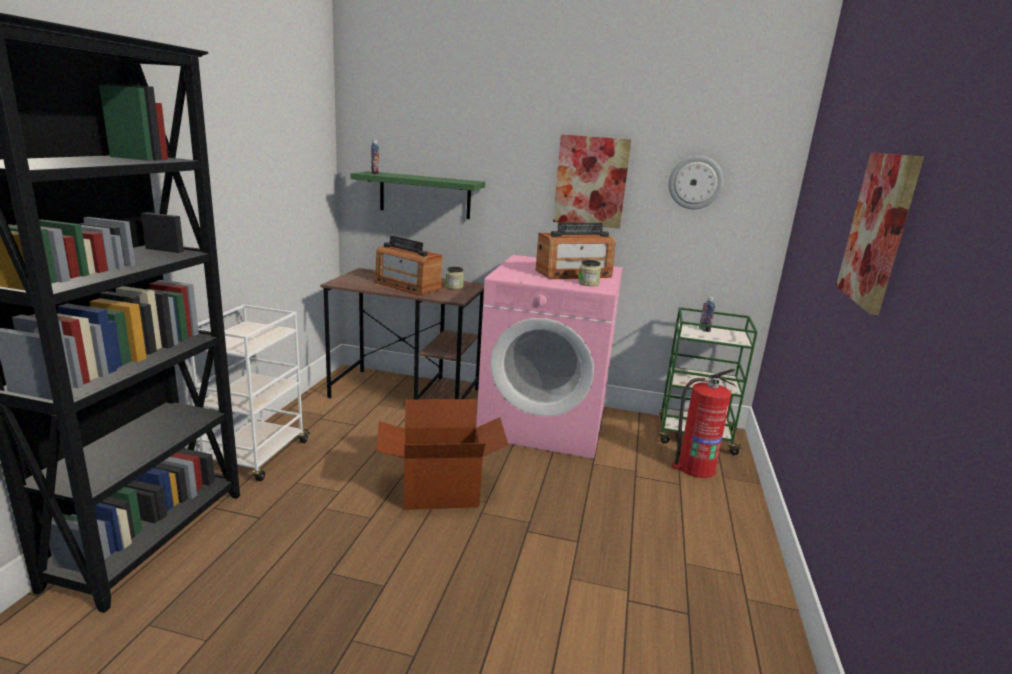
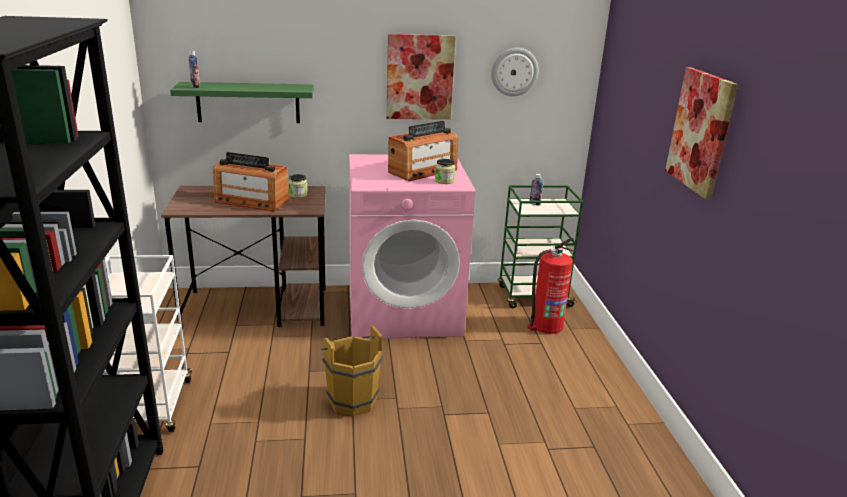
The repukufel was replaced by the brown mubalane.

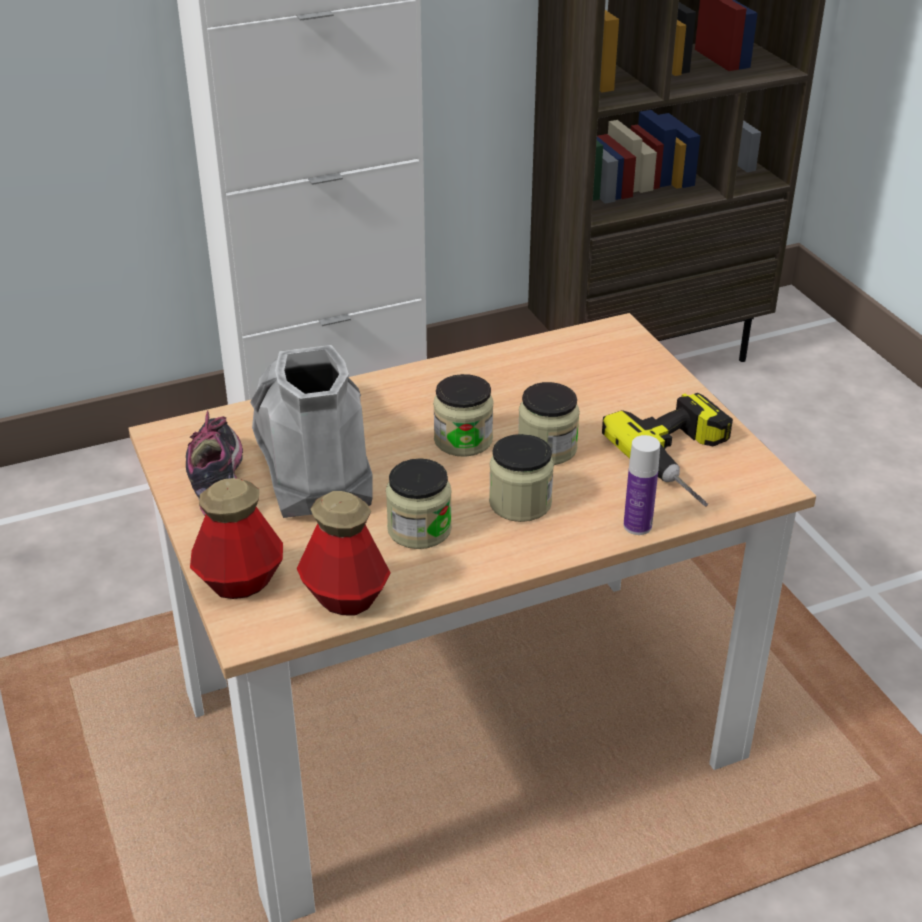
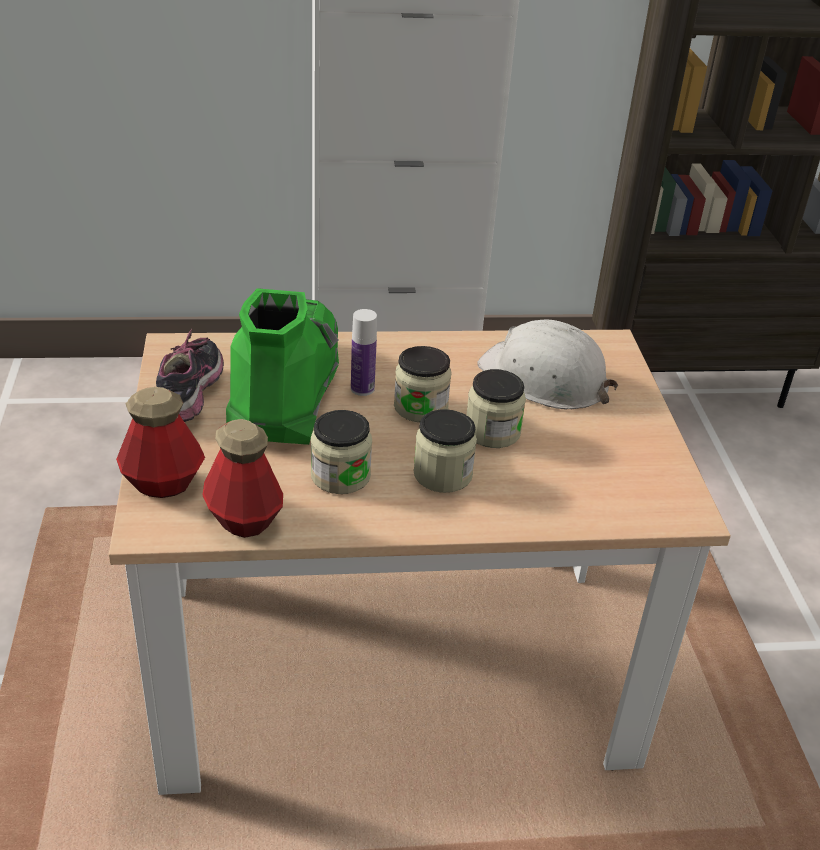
The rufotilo disappeared. The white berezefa appeared. The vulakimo (3rd from left) moved. The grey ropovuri became the green ropovuri.

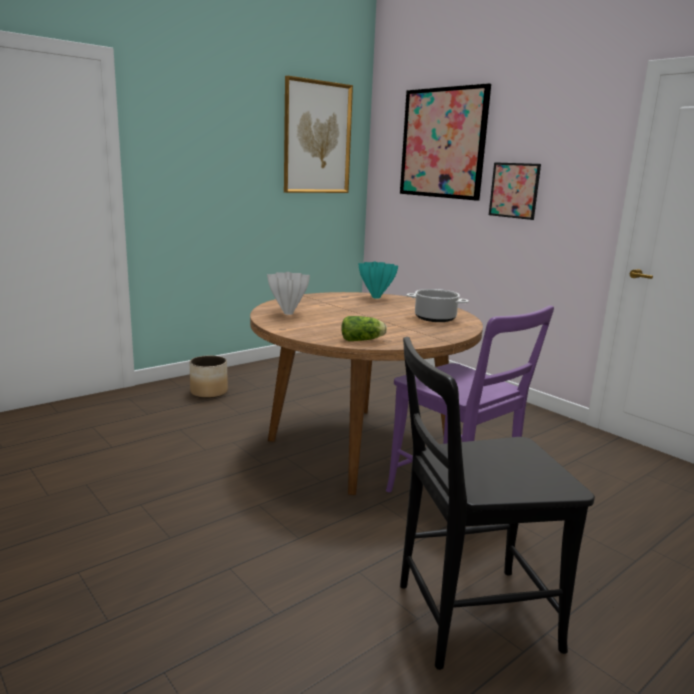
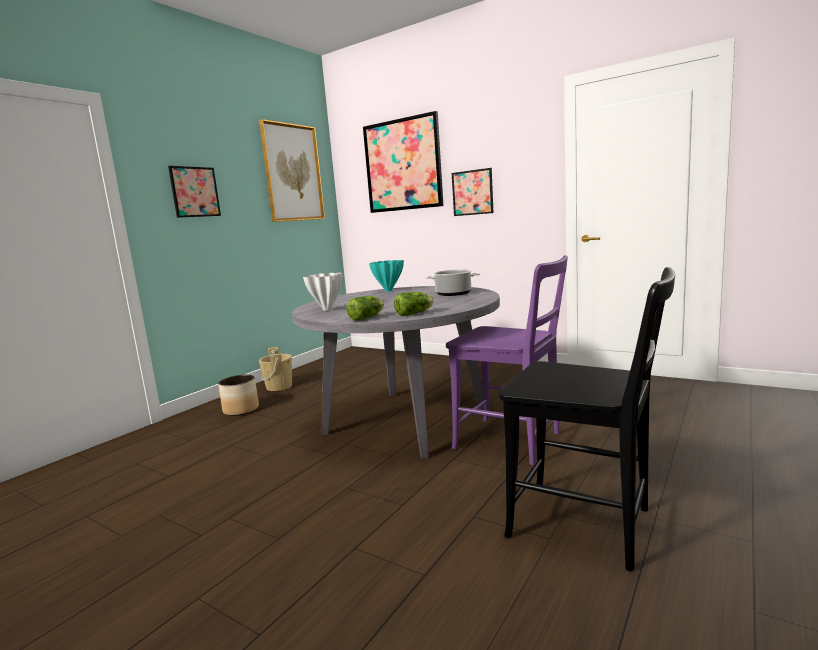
The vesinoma (1st from left) appeared. The beige mubalane appeared. The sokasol (1st from left) appeared. The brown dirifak became the grey dirifak. The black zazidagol turned 120 degrees counterclockwise.

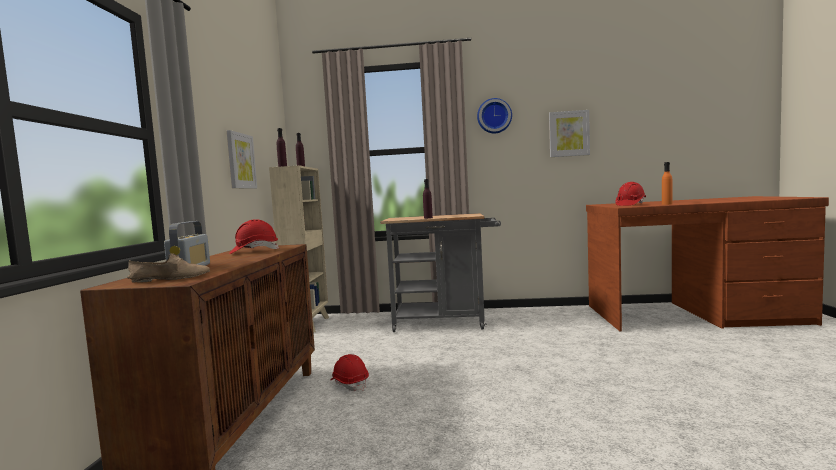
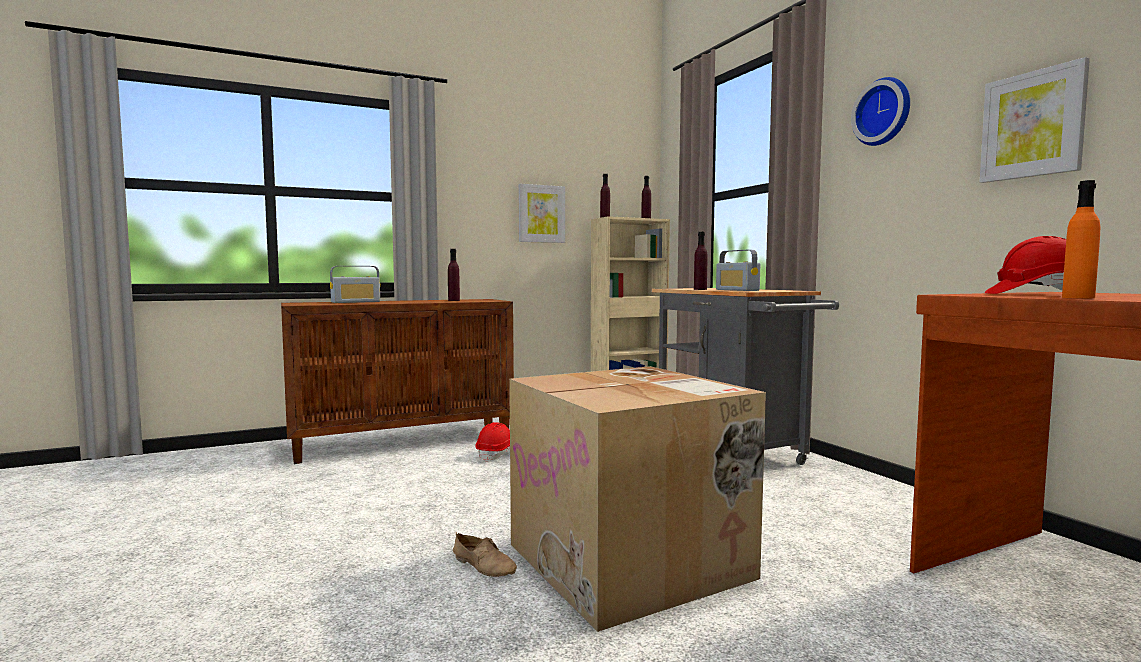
The repukufel appeared. The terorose (2nd from left) appeared. The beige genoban moved. The red berezefa (1st from left) was replaced by the purple vulakimo (1st from left).

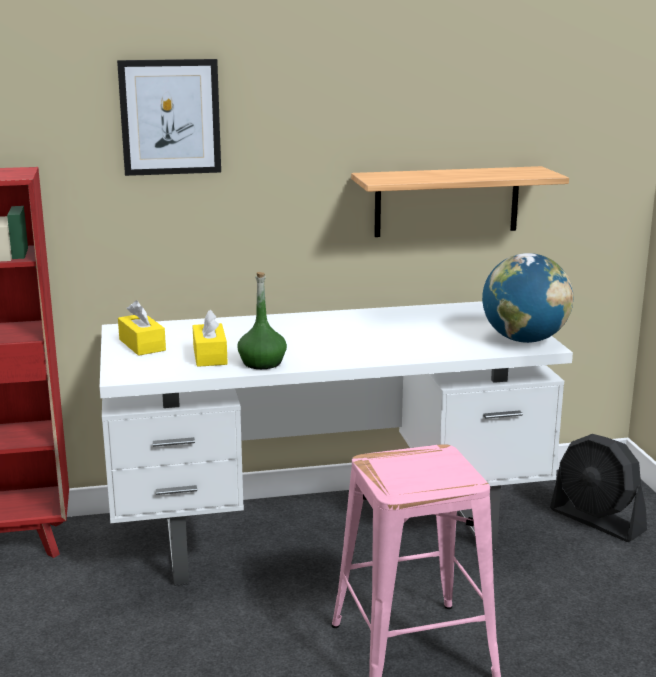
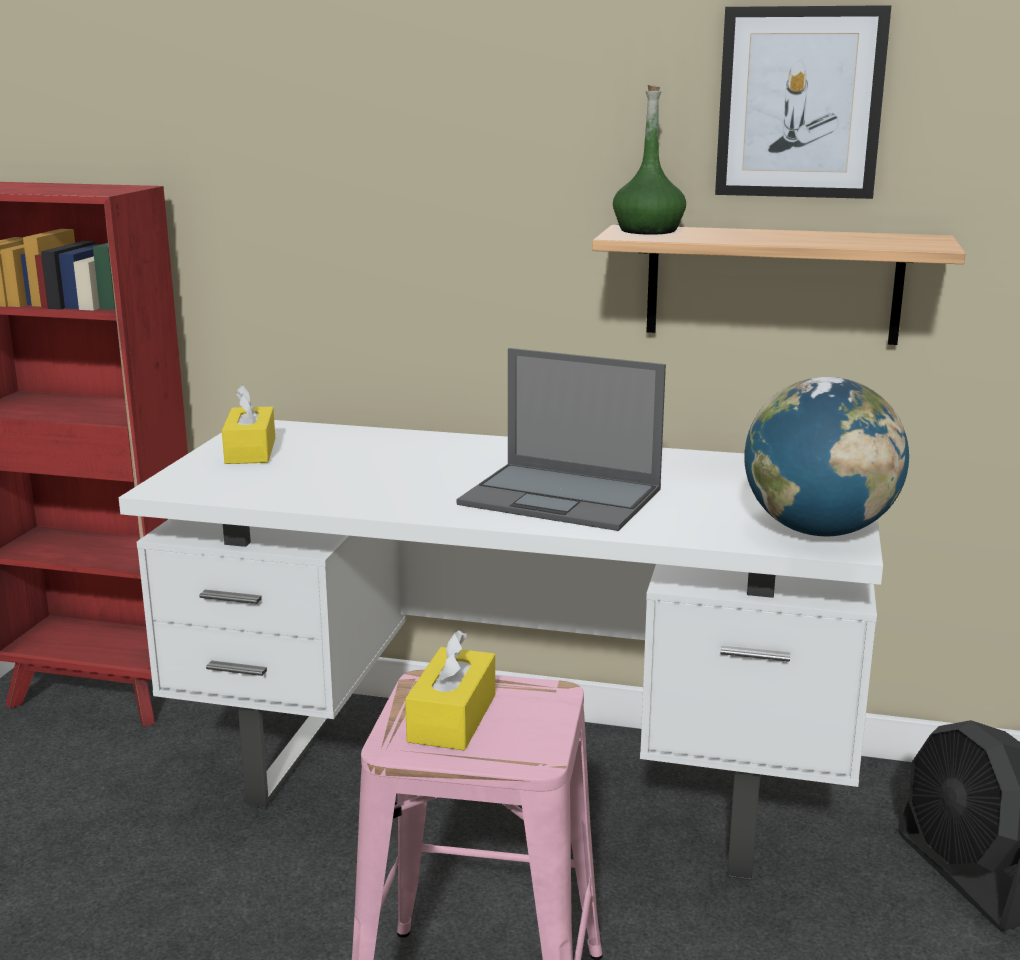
The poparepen appeared. The vesinoma moved. The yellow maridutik (2nd from left) moved. The green vulakimo moved.

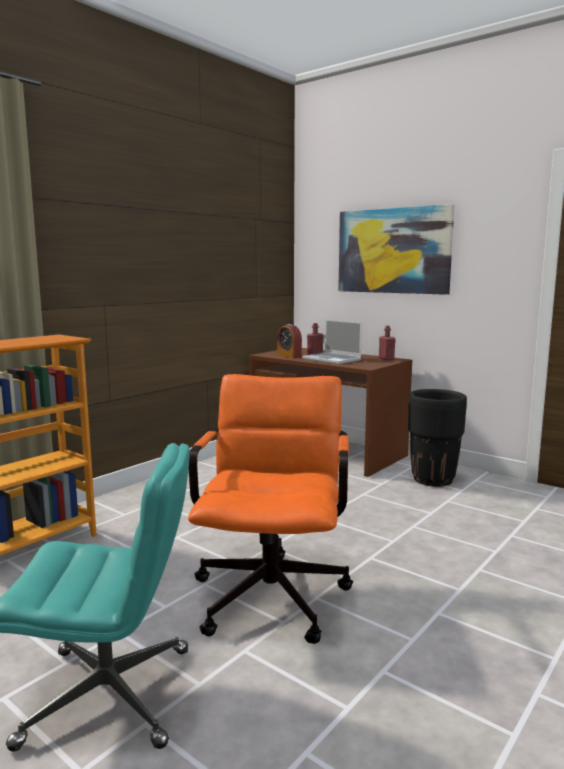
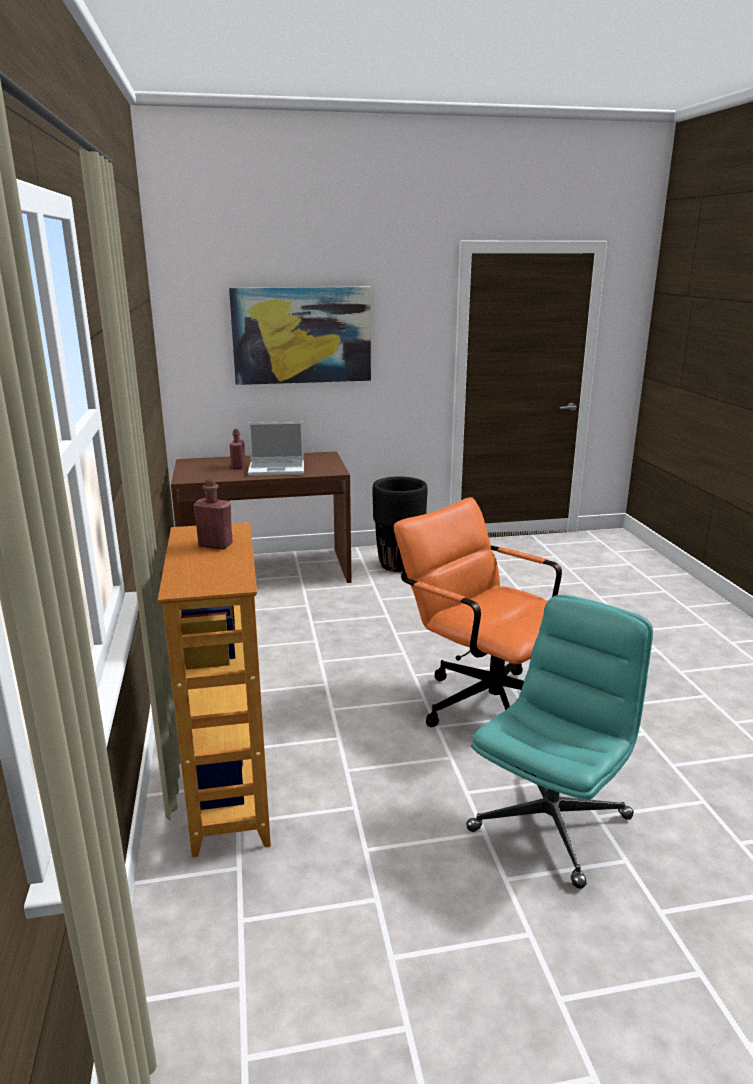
The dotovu disappeared. The red vulakimo (2nd from left in the first image) moved.

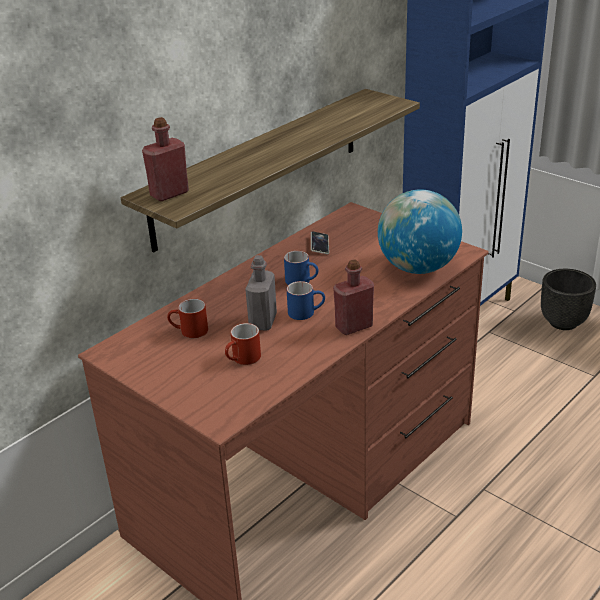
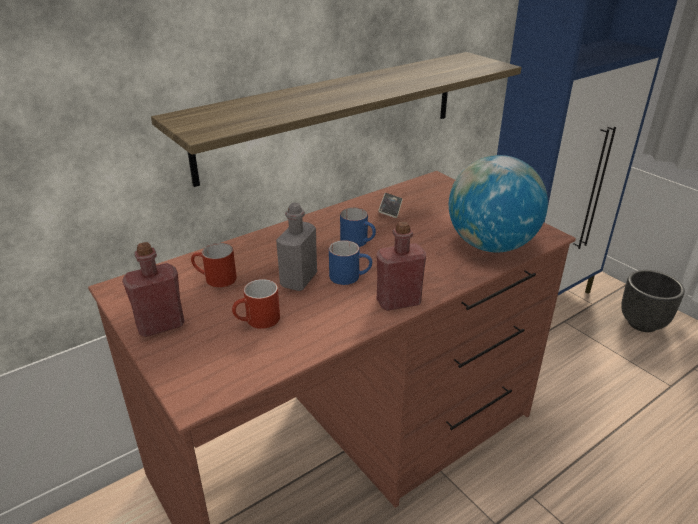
The red vulakimo (1st from left) moved.

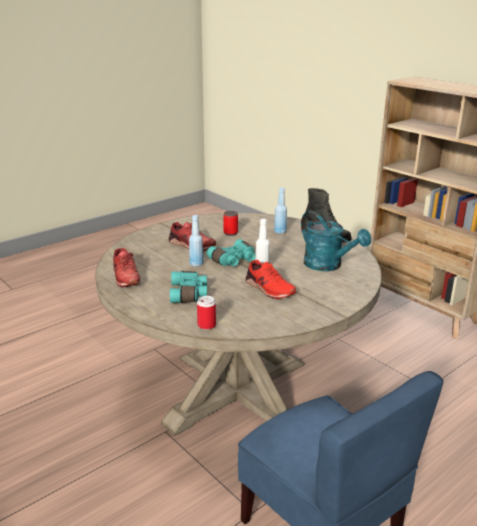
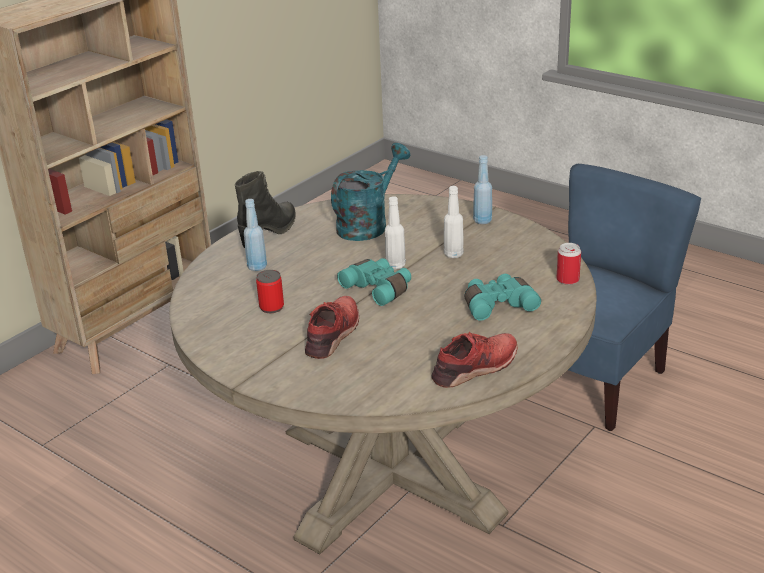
The blue vulakimo (1st from left in the first image) moved. The red genoban (3rd from left) was replaced by the white vulakimo (2nd from left).

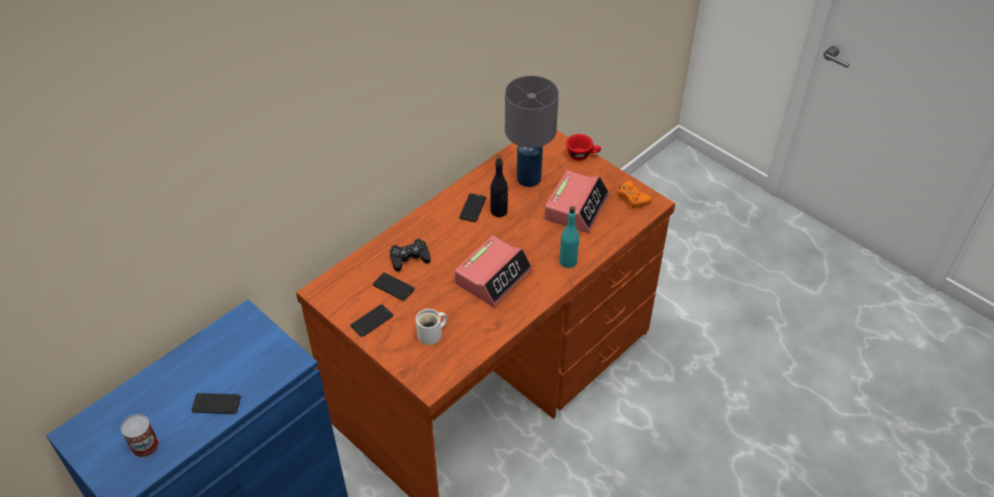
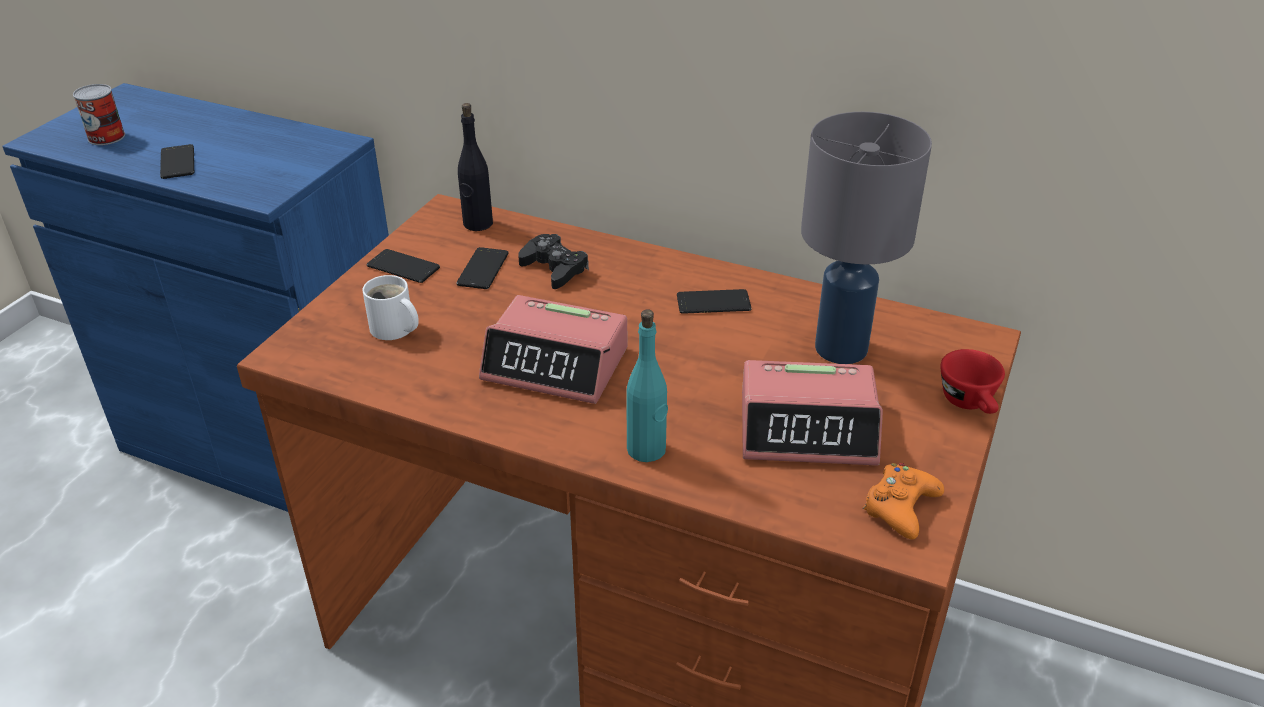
The black vulakimo moved.

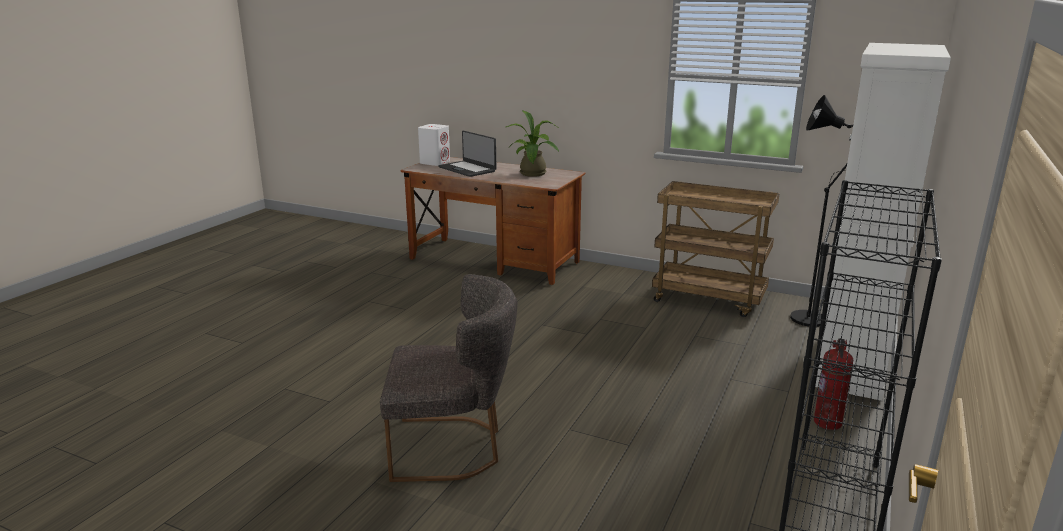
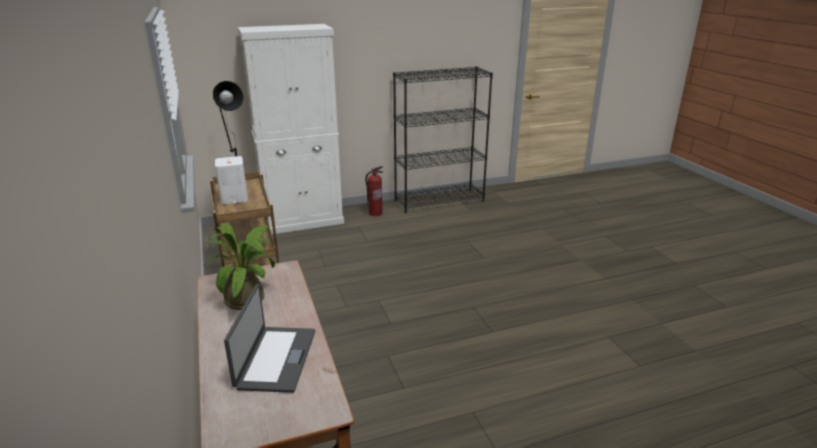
The grey zazidagol disappeared. The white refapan moved.

